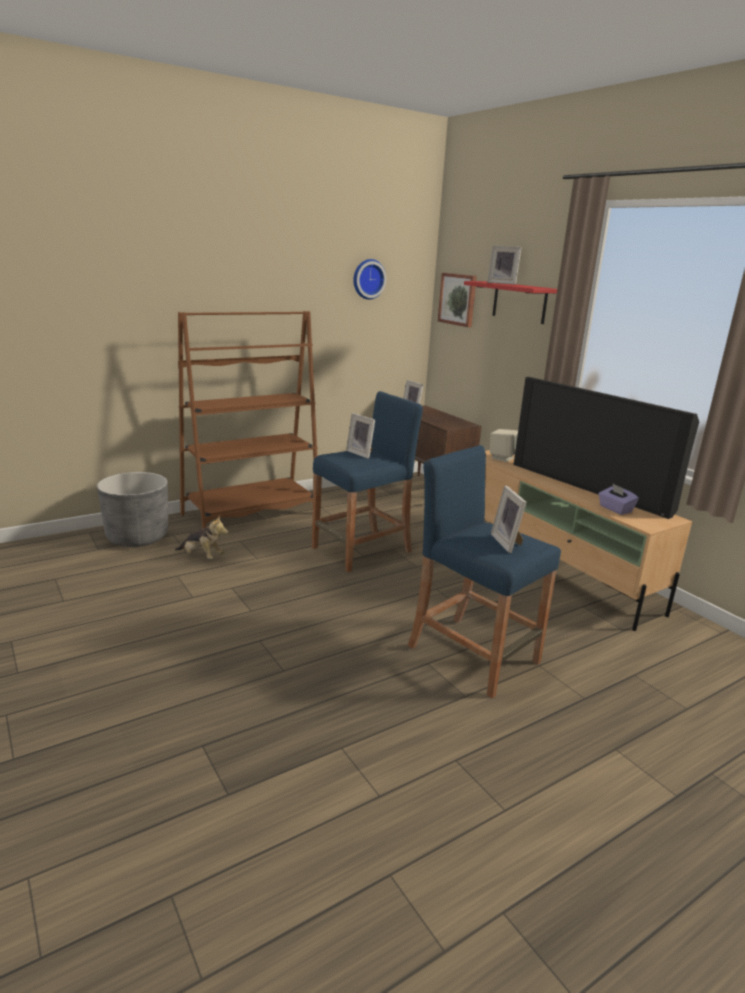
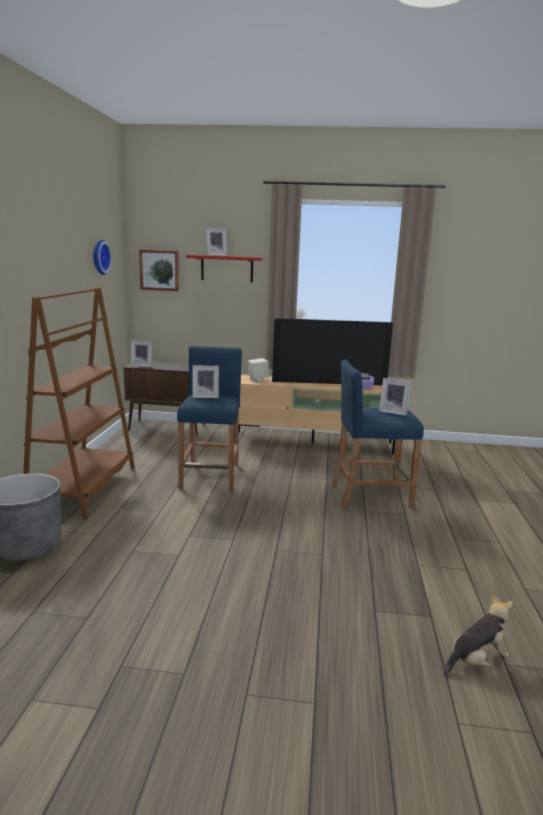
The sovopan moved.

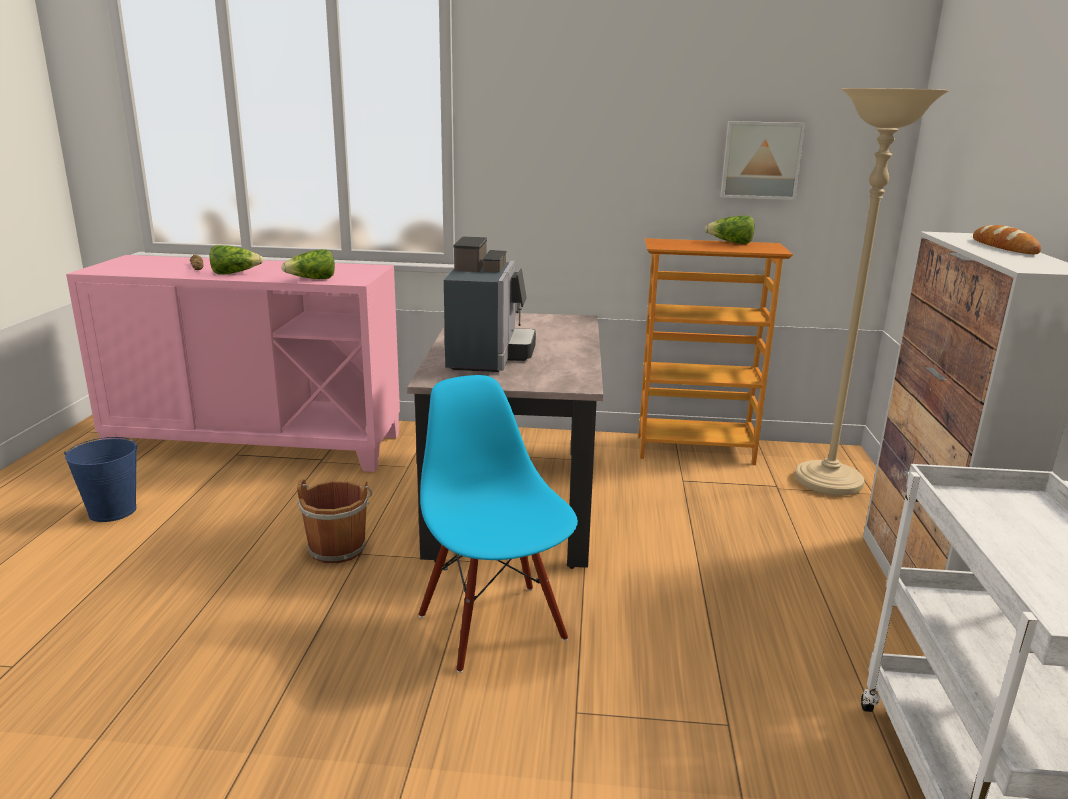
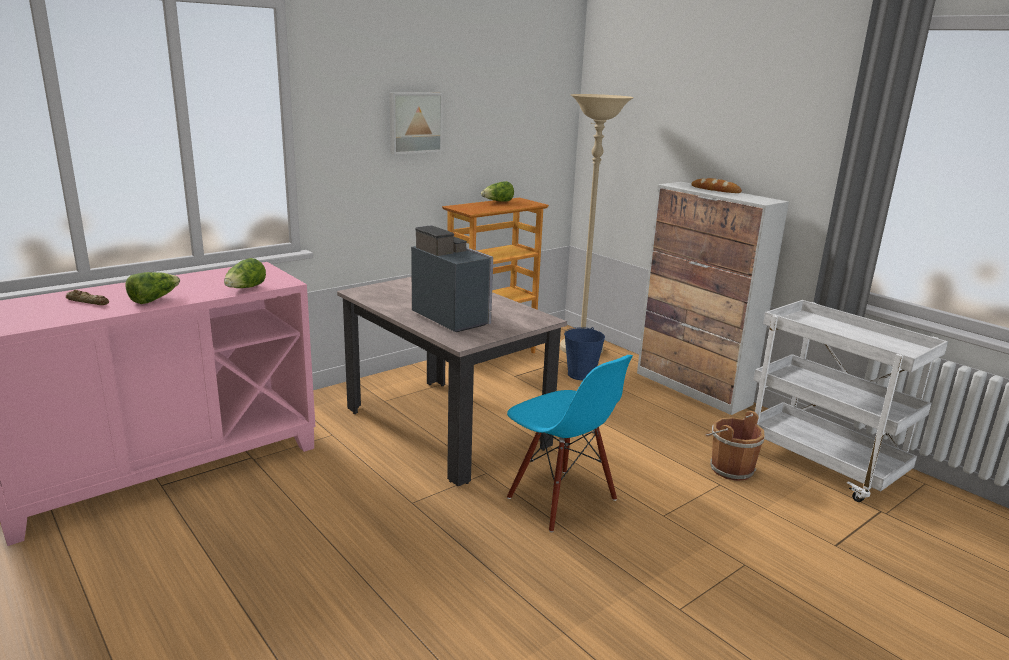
The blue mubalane moved. The brown mubalane moved. The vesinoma moved. The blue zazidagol turned 150 degrees counterclockwise.

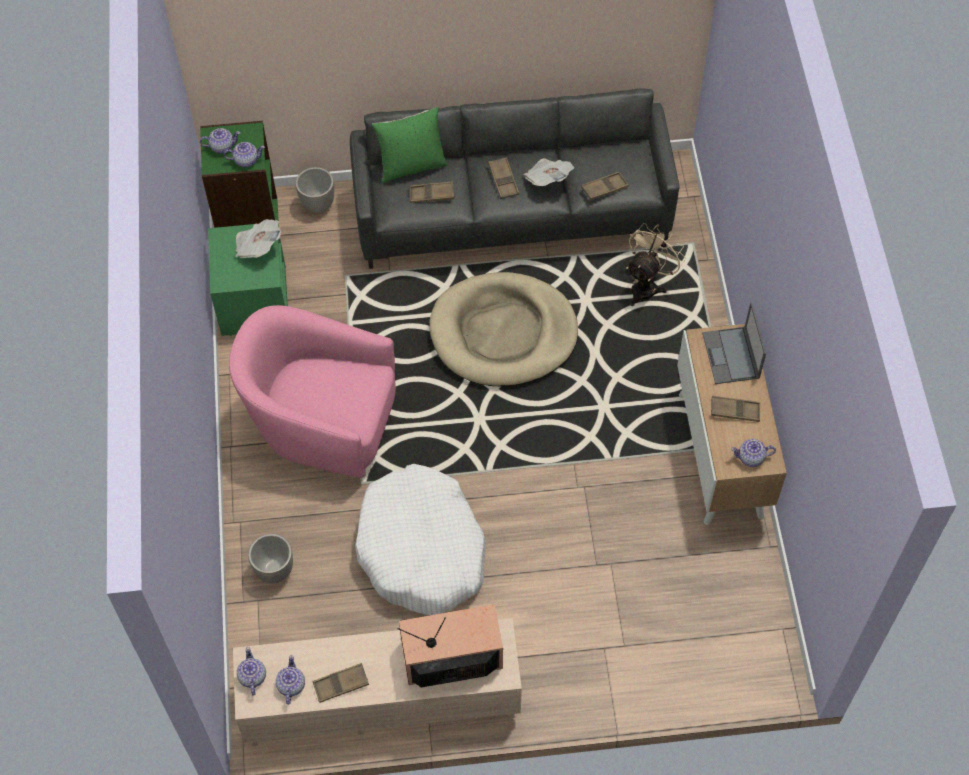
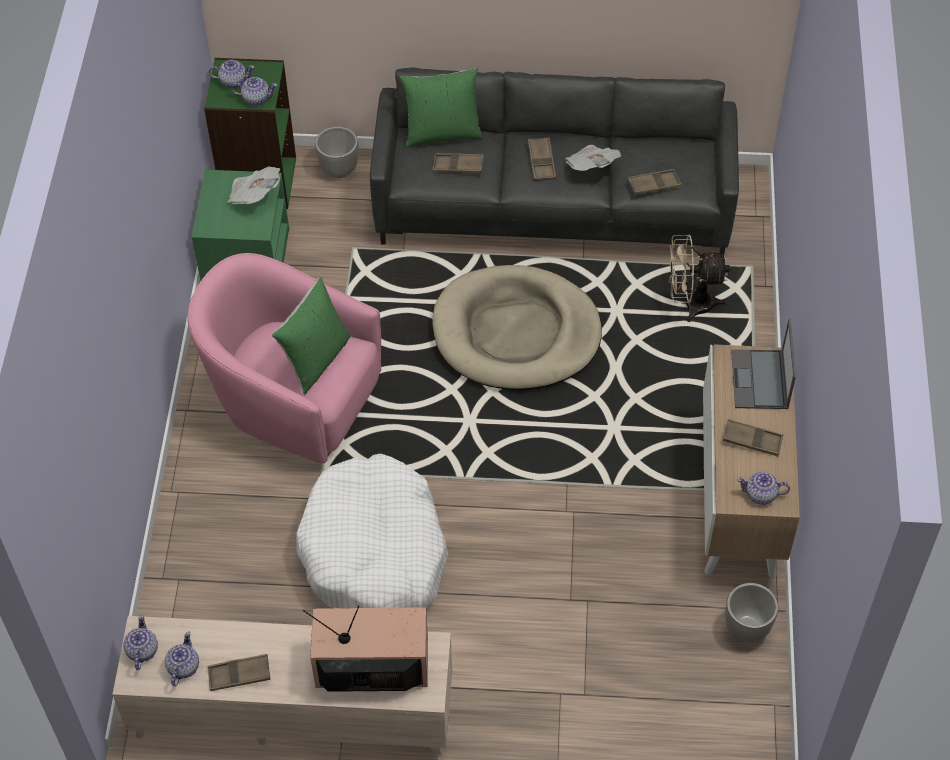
The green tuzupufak (1st from left) appeared. The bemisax (1st from left in the first image) moved. The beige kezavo turned 135 degrees counterclockwise.

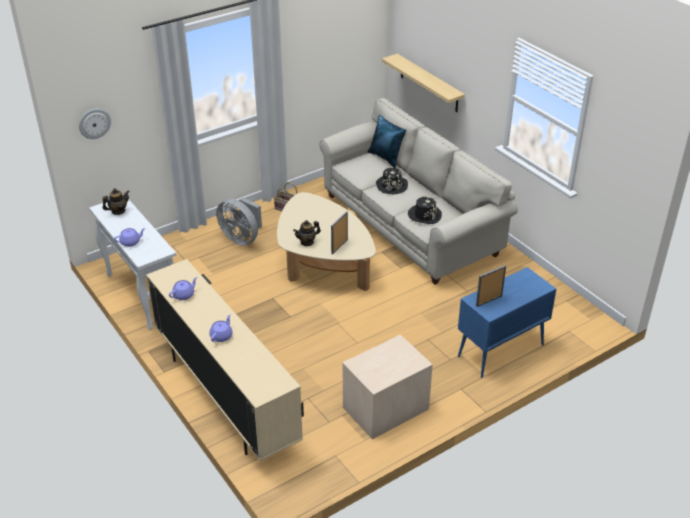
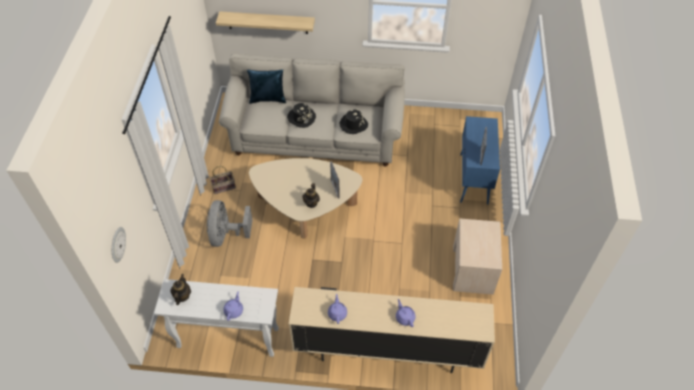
The grey kezavo turned 105 degrees clockwise.

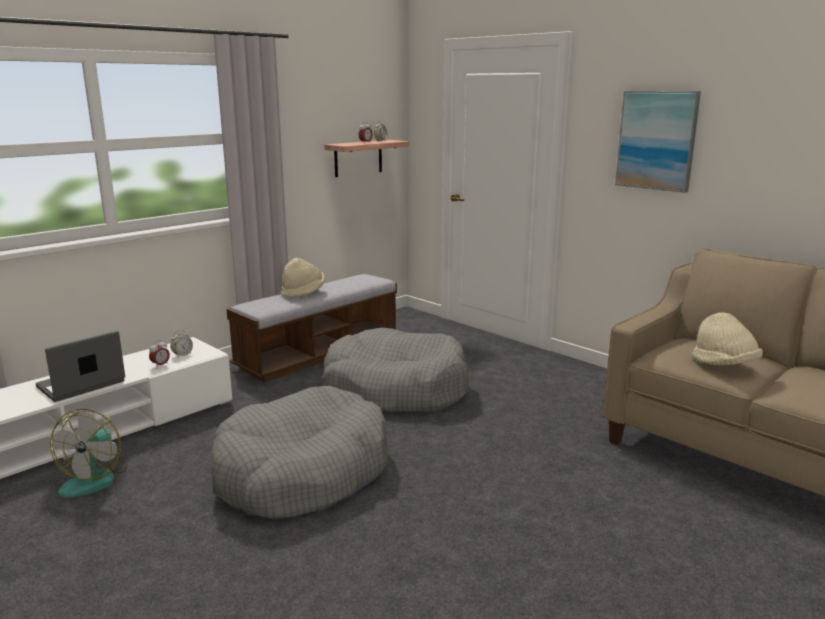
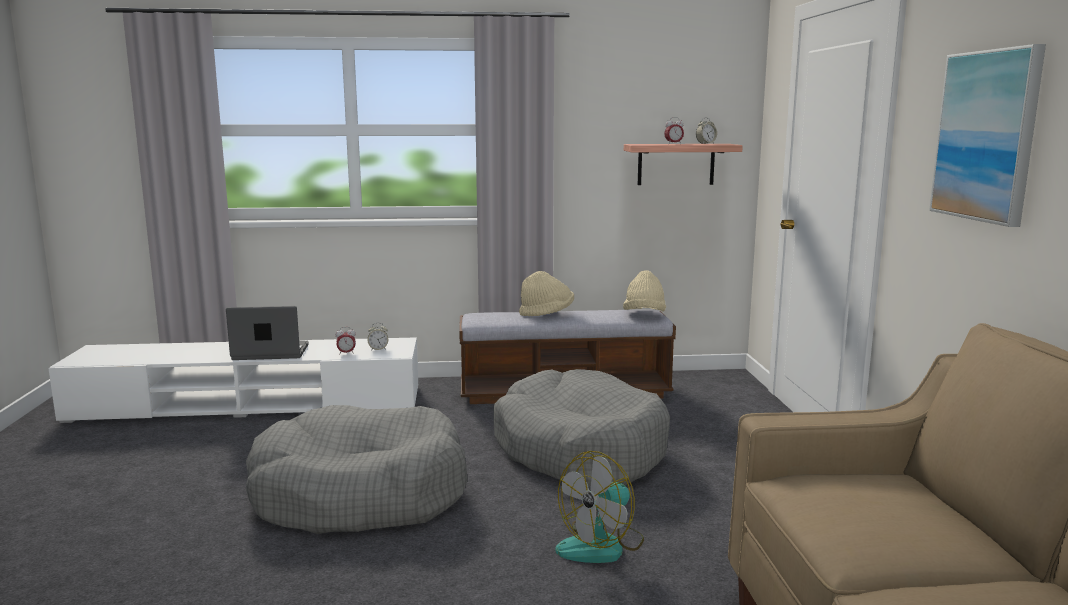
The kezavo moved. The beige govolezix (2nd from left) moved.

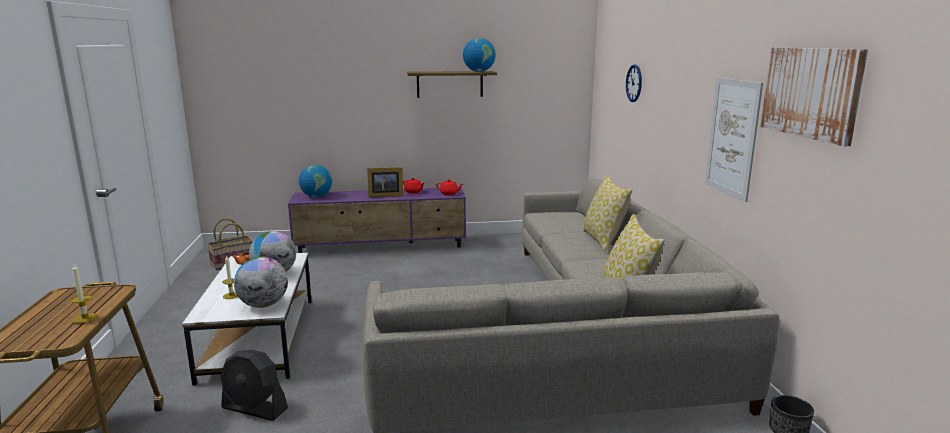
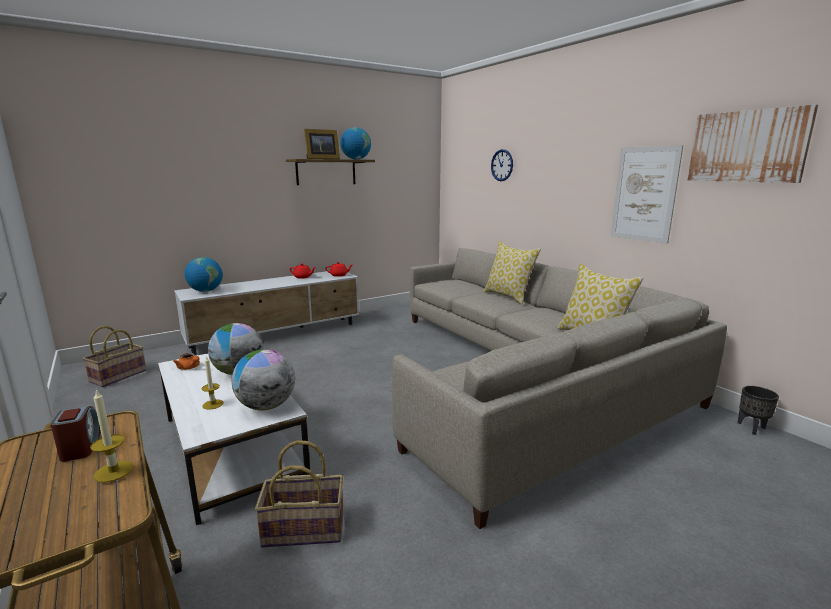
The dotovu appeared. The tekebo moved. The black kezavo was replaced by the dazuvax (2nd from left). The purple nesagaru became the white nesagaru.

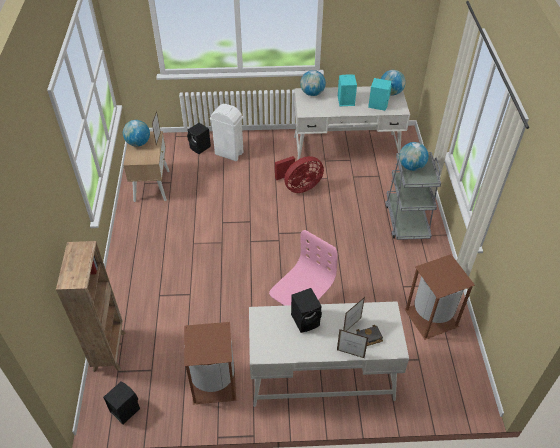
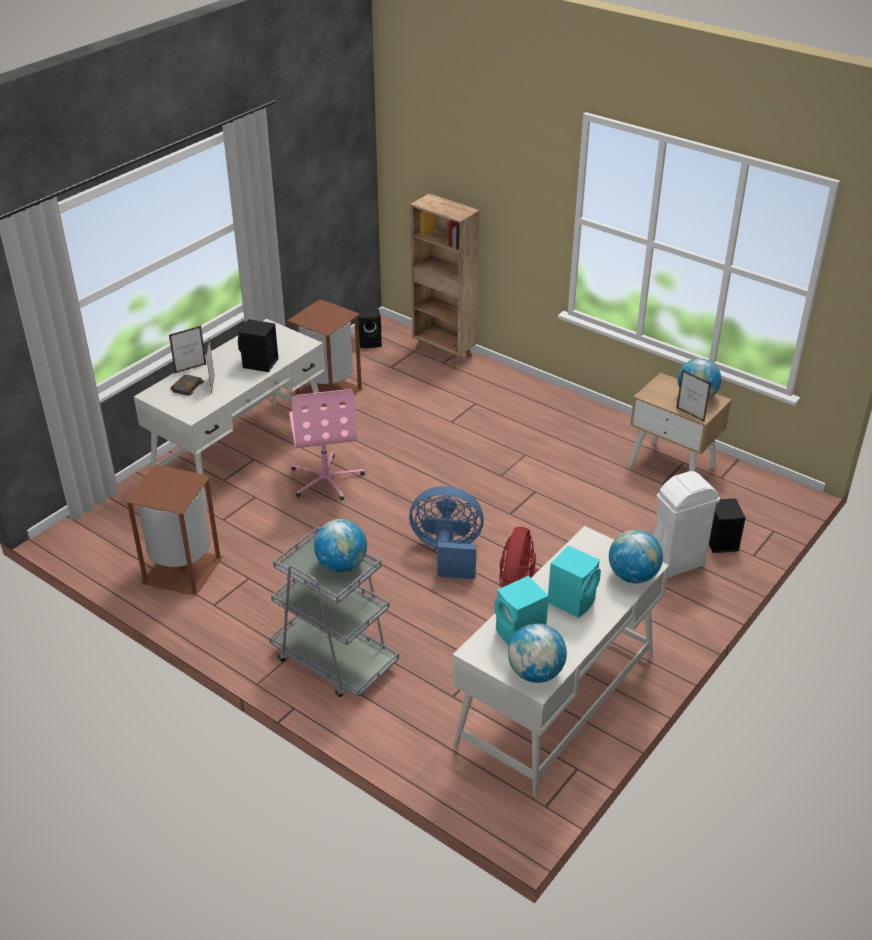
The blue kezavo appeared.

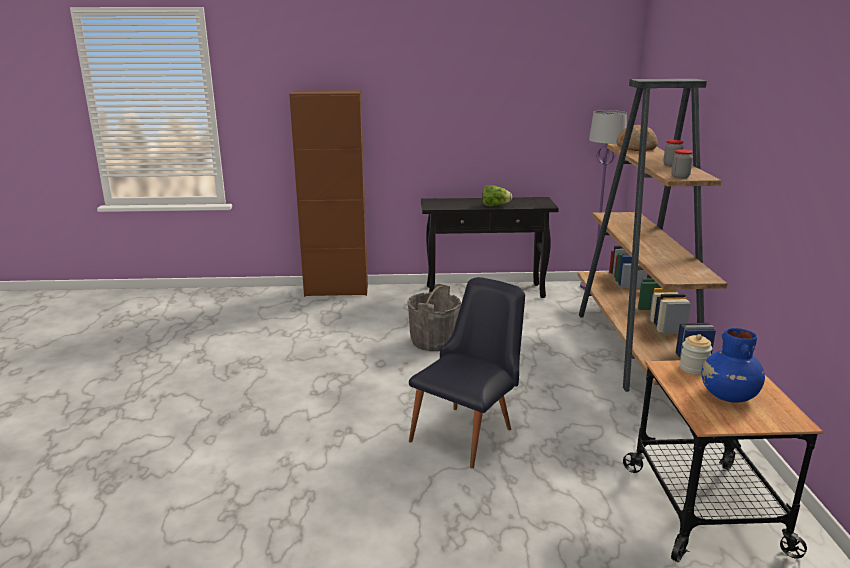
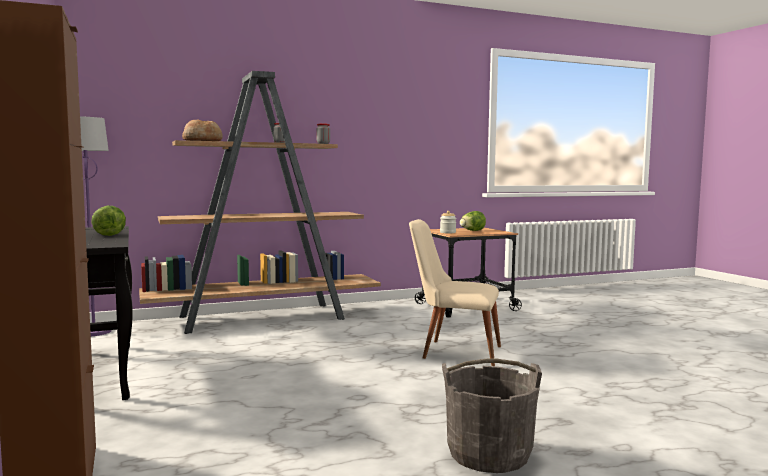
The grey mubalane moved. The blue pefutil was replaced by the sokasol (2nd from left). The black zazidagol became the beige zazidagol.

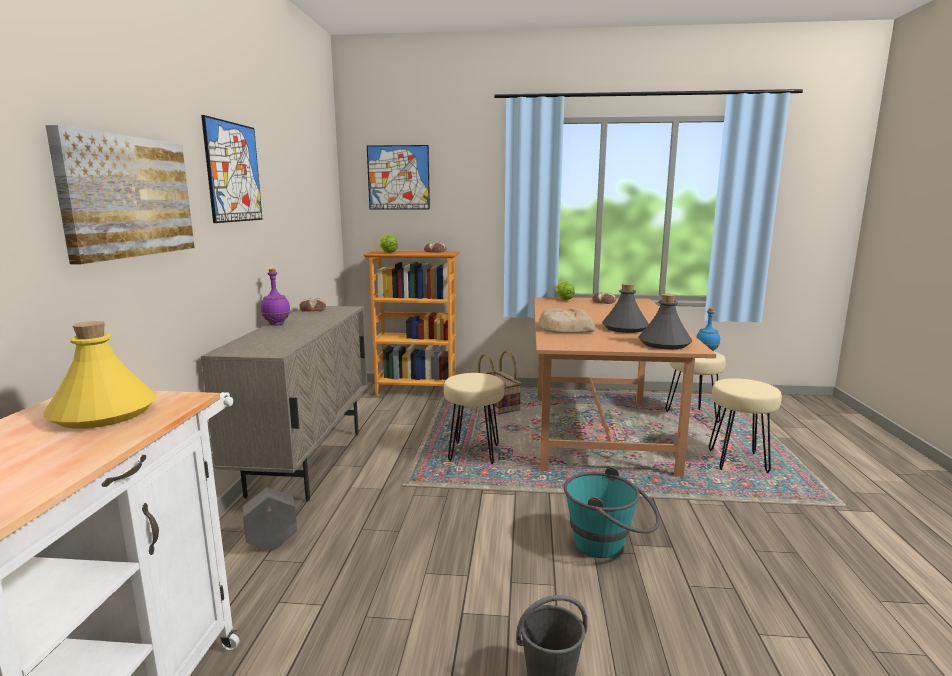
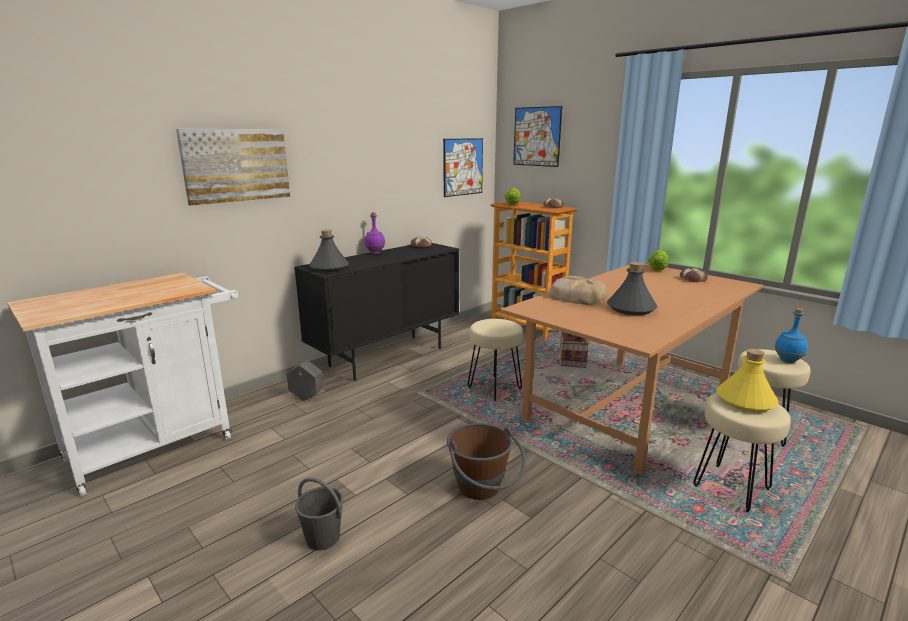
The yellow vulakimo moved. The vesinoma (2nd from left) moved. The grey vulakimo (2nd from left in the first image) moved. The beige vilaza became the black vilaza. The turquoise mubalane became the brown mubalane.

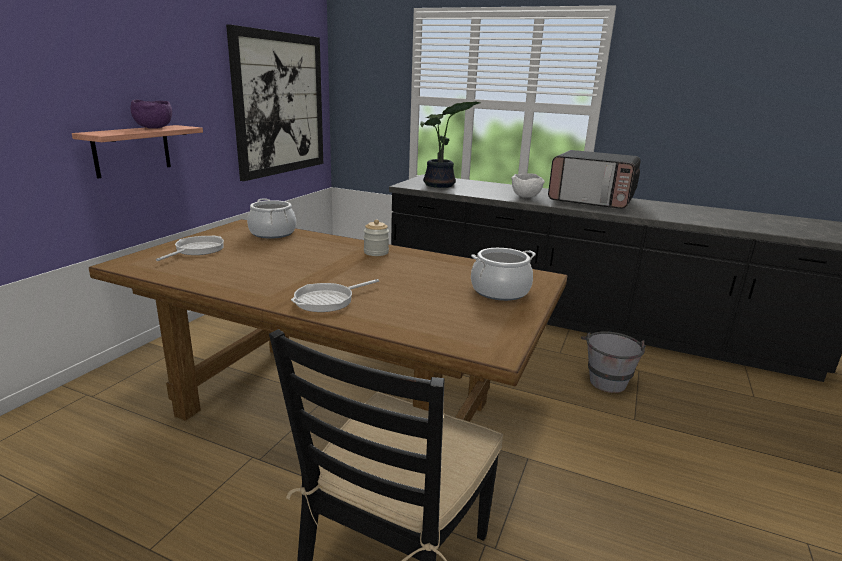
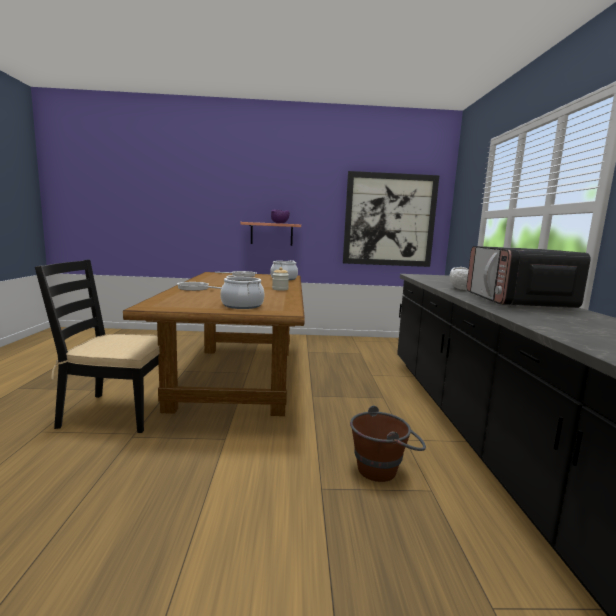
The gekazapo disappeared. The grey mubalane became the brown mubalane.

